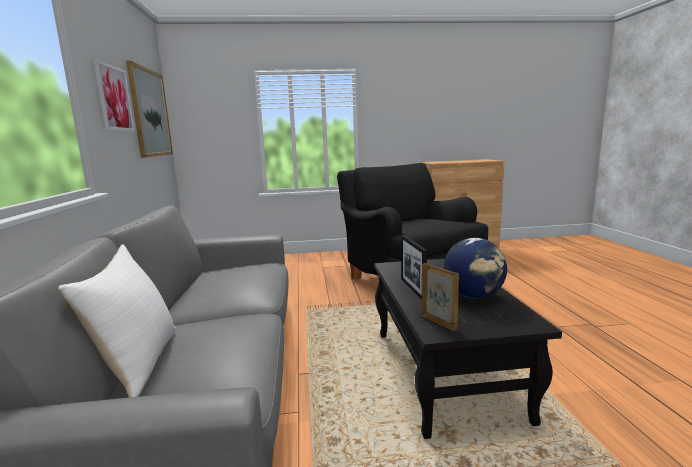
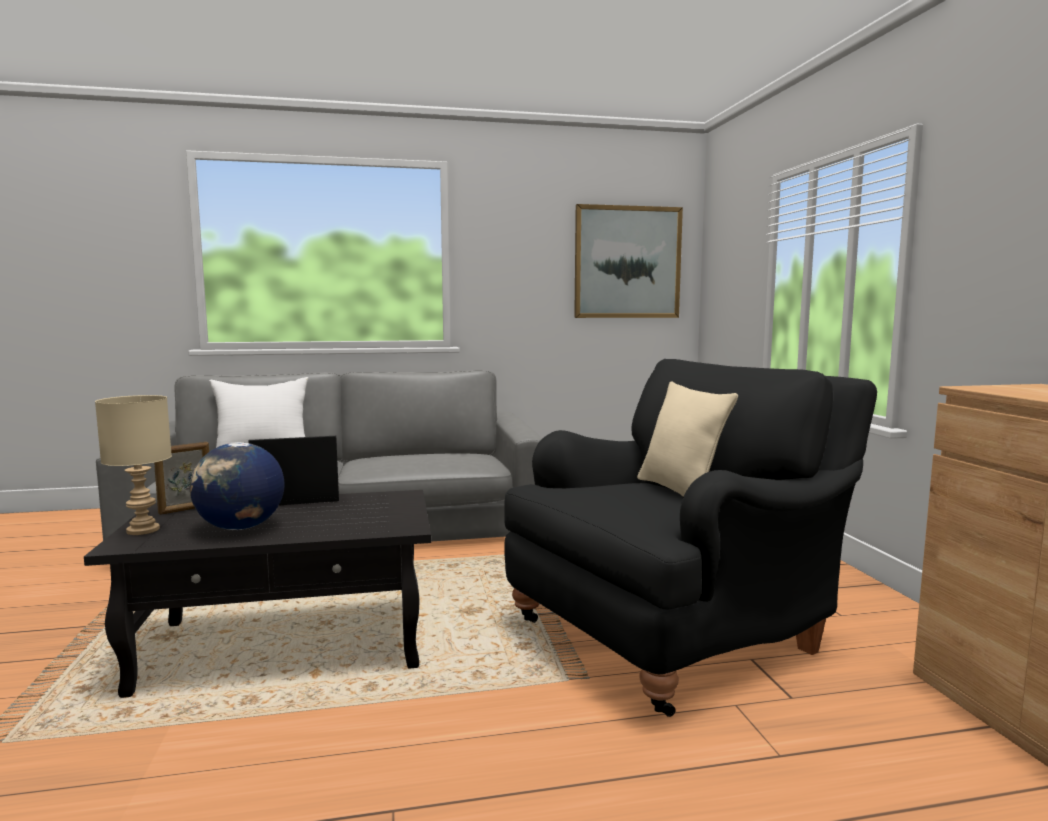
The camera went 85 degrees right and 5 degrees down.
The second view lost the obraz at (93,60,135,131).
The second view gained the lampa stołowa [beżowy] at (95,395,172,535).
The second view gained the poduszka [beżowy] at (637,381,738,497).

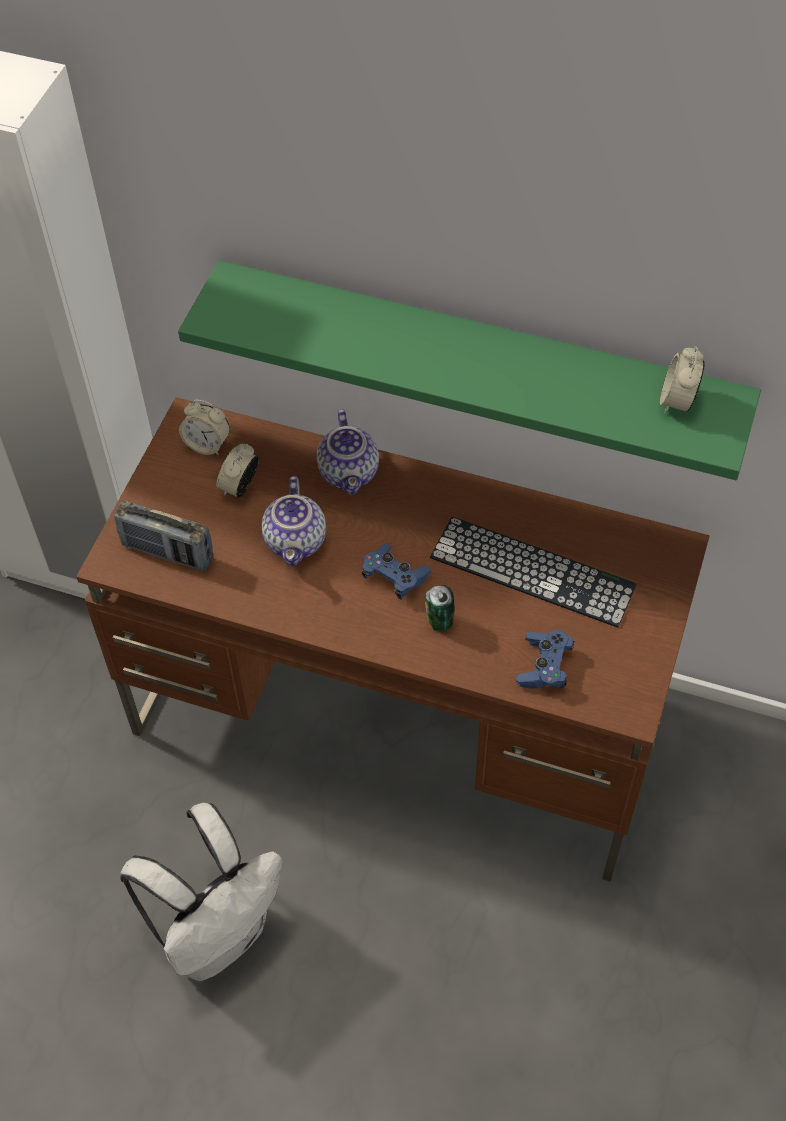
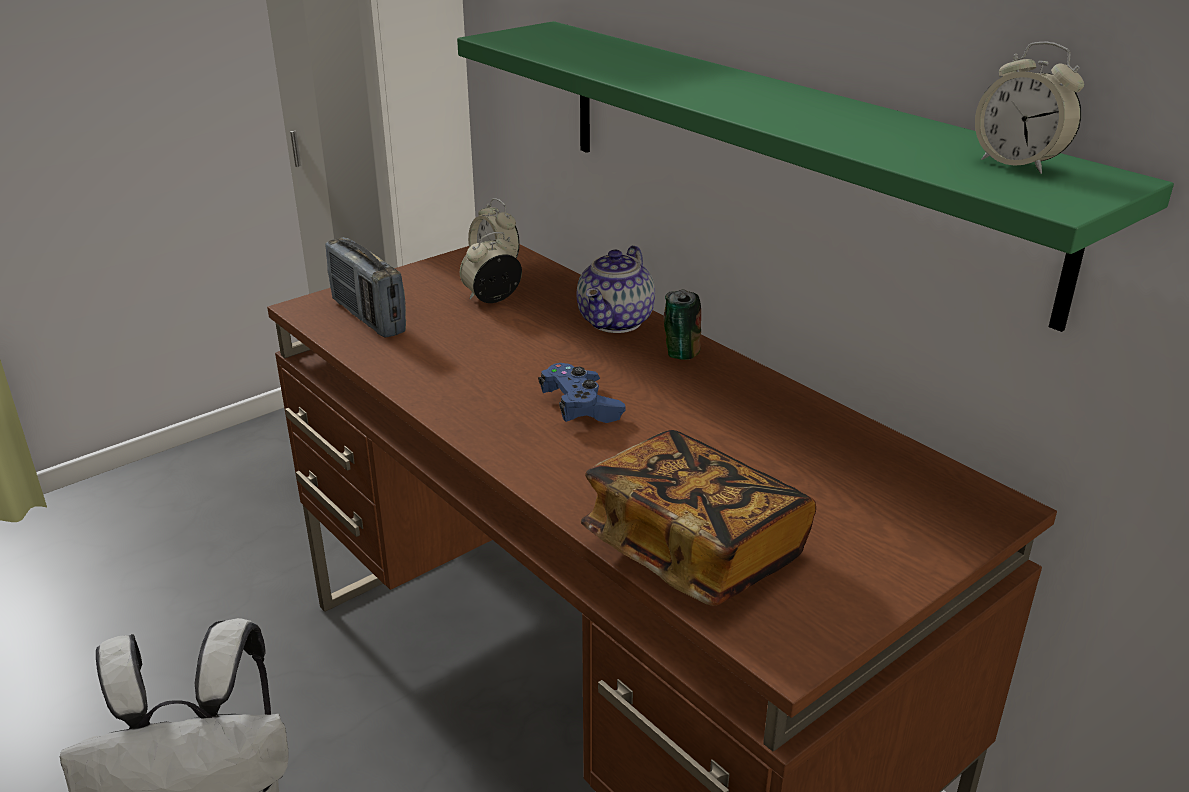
The camera went 30 degrees right and 25 degrees down.
The second view lost the imbryk at (262,476,326,566).
The second view lost the klawiatura at (430,517,637,627).
The puszka ended up elsewhere, having gone from (425,585,455,631) to (664,289,701,359).
Where the pad do gier [niebieski] stood at (516,630,575,689), the książka came to stand at (581,430,816,606).
The budzik at (660,346,705,413) ended up facing another way, 90 degrees counterclockwise from before.

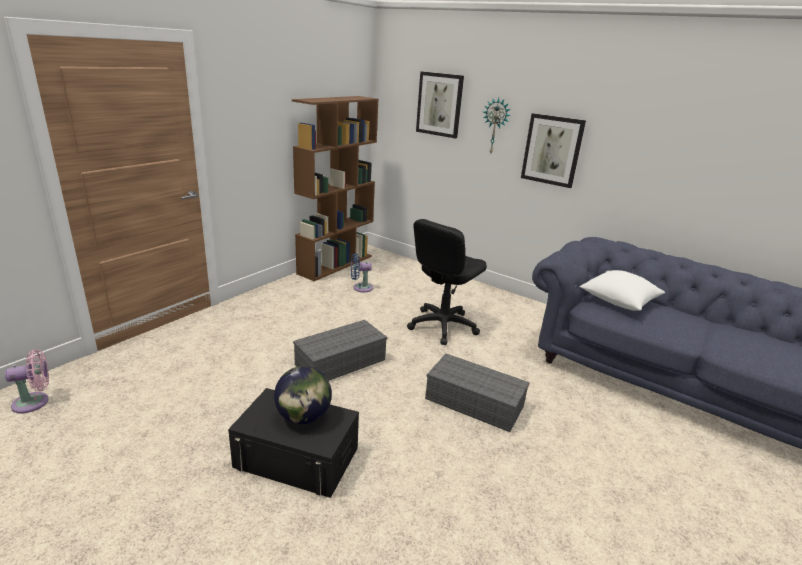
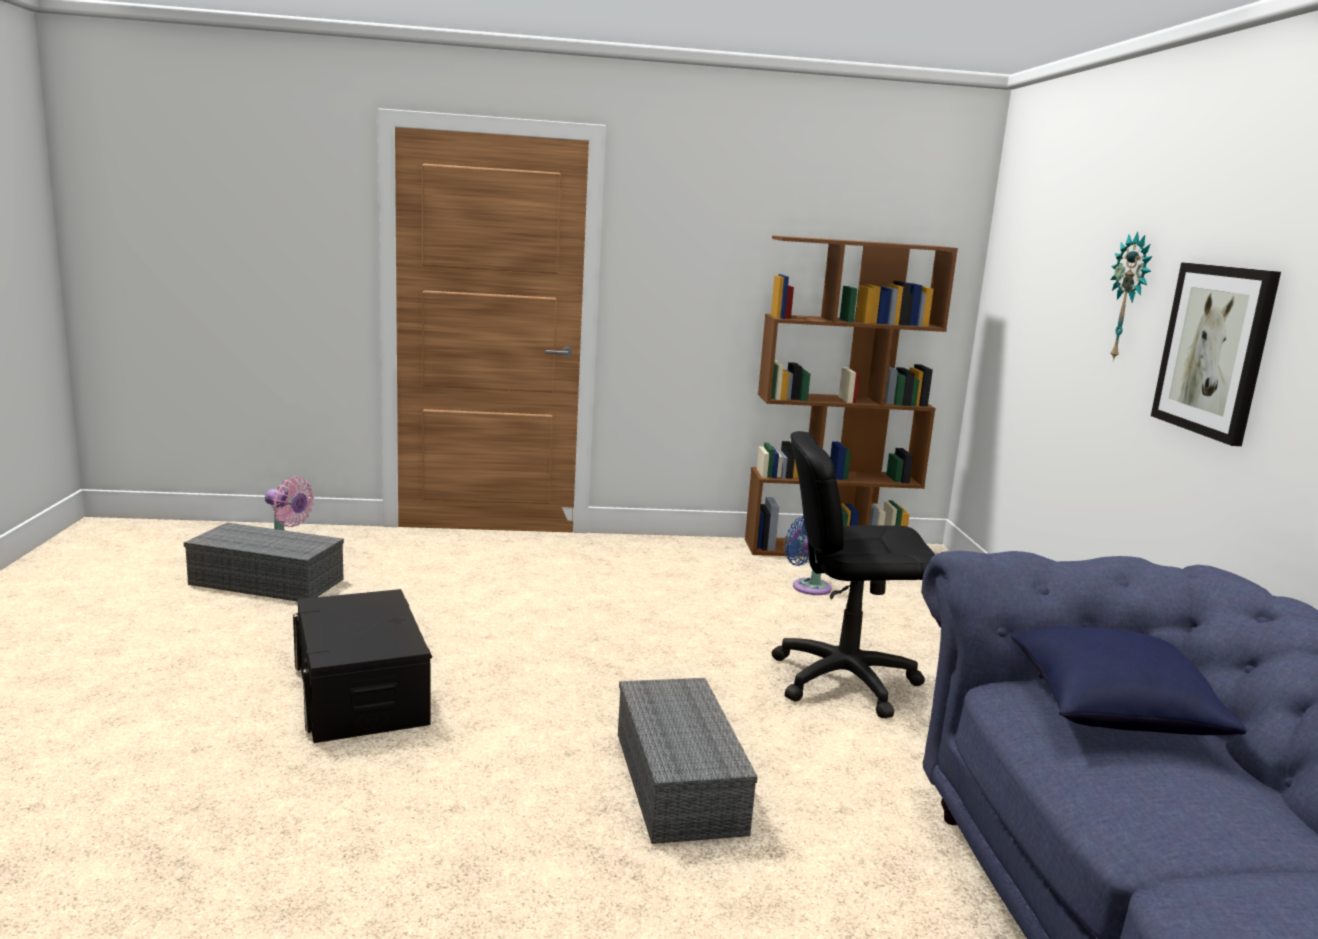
The camera went 50 degrees right and 10 degrees down.
The second view lost the globus at (274,366,332,424).
The second view lost the obraz at (416,71,464,139).
The pojemnik do przechowywania [szary] ended up elsewhere, having gone from (293,320,387,381) to (184,523,344,602).
What was the poduszka [biały] at (580,270,665,311) turned into the poduszka [niebieski] at (1011,626,1247,735).

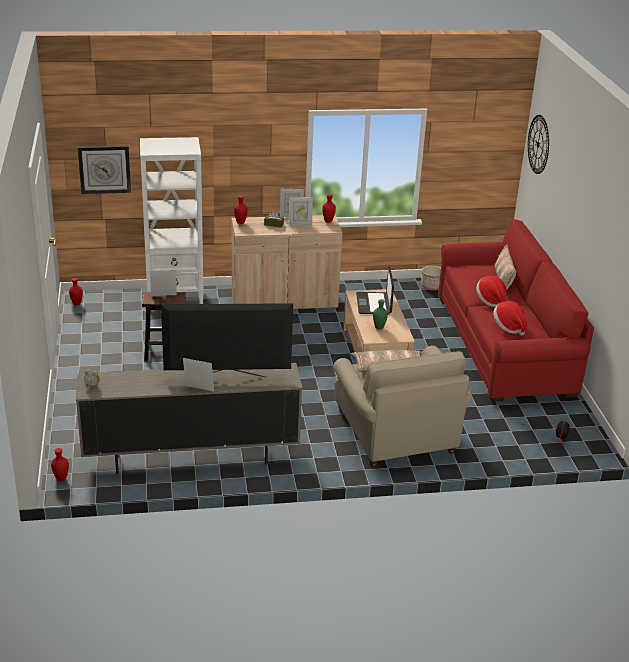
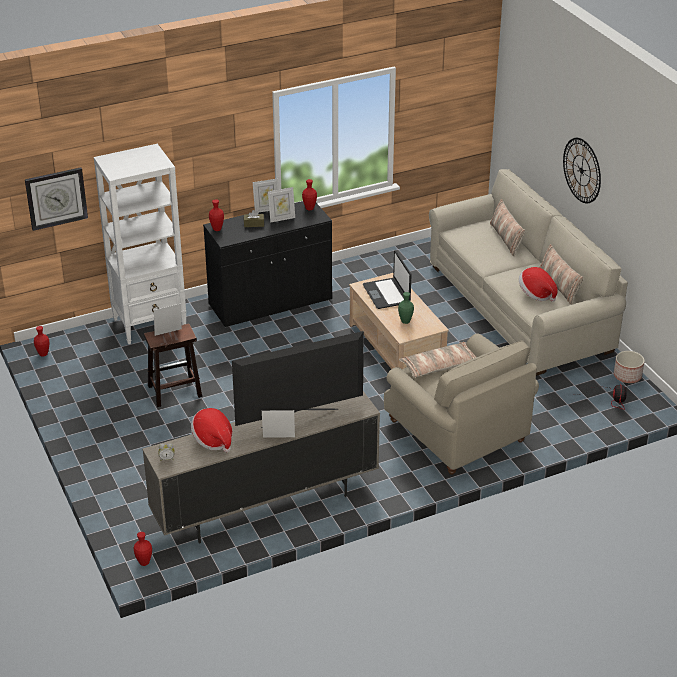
The camera went 15 degrees left and 5 degrees up.
The second view gained the poduszka at (539,244,584,305).
The donica ended up elsewhere, having gone from (421,266,441,290) to (614,351,645,383).
The kapelusz ended up elsewhere, having gone from (476,276,507,307) to (191,408,233,452).
The zegar ścienny ended up elsewhere, having gone from (528,115,549,174) to (563,138,601,203).
What was the szafka [beżowy] at (232,215,342,309) turned into the szafka [czarny] at (203,201,332,328).
What was the kanapa [czerwony] at (438,219,594,402) turned into the kanapa [beżowy] at (429,169,628,376).

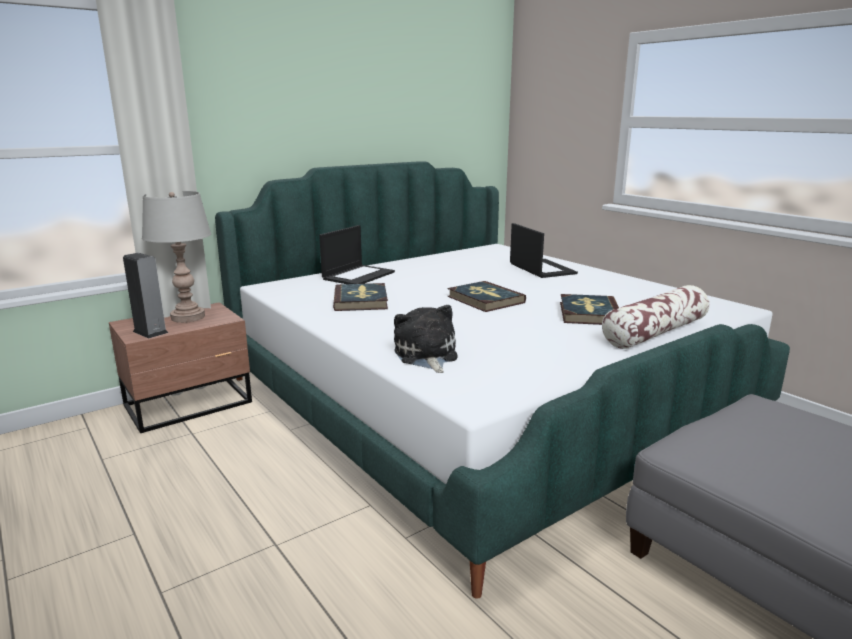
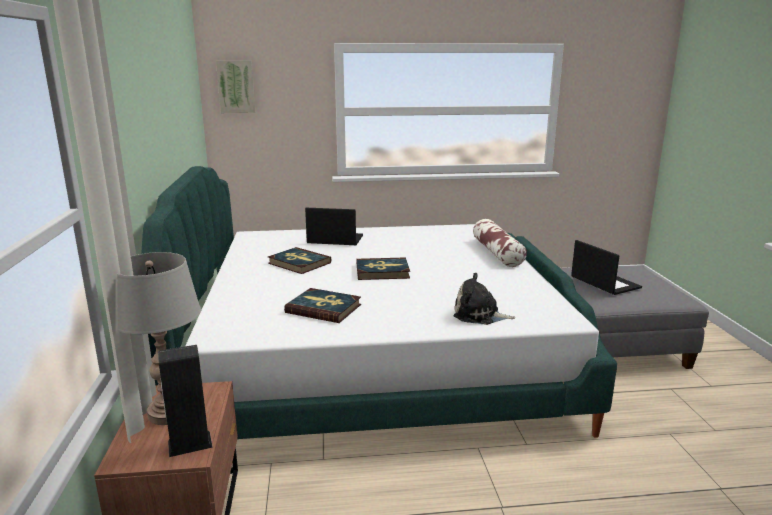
The camera went 60 degrees left and 0 degrees up.
The second view gained the obraz at (216,60,255,113).
The laptop ended up elsewhere, having gone from (319,225,395,284) to (571,240,642,295).
The książka ended up elsewhere, having gone from (560,294,619,325) to (268,247,332,274).

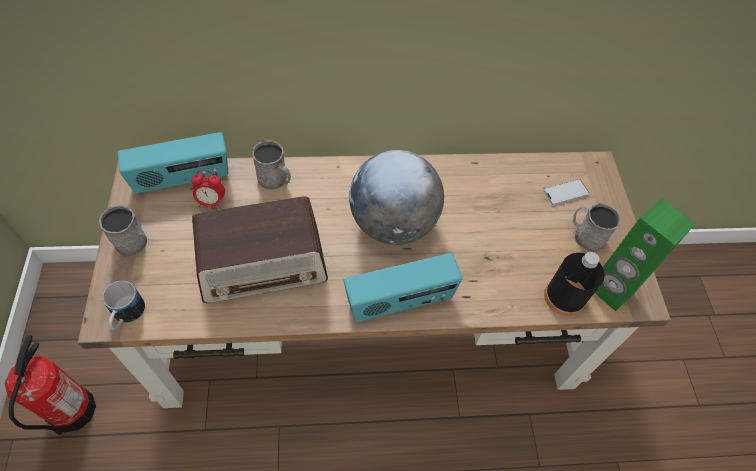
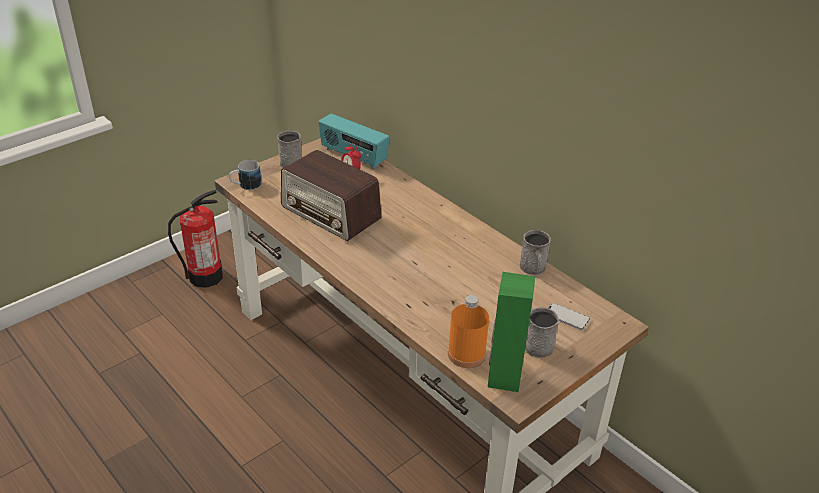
The camera went 55 degrees right and 20 degrees down.
The second view lost the radio at (343,253,463,322).
The second view lost the globus at (349,150,444,245).
The kubek [szary] ended up elsewhere, having gone from (253,140,291,190) to (520,230,551,275).
What was the butelka [czarny] at (544,252,605,316) turned into the butelka [pomarańczowy] at (448,295,489,368).

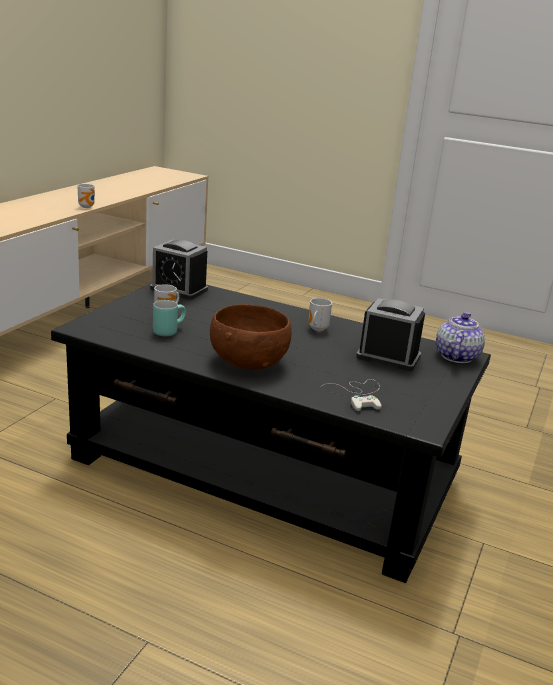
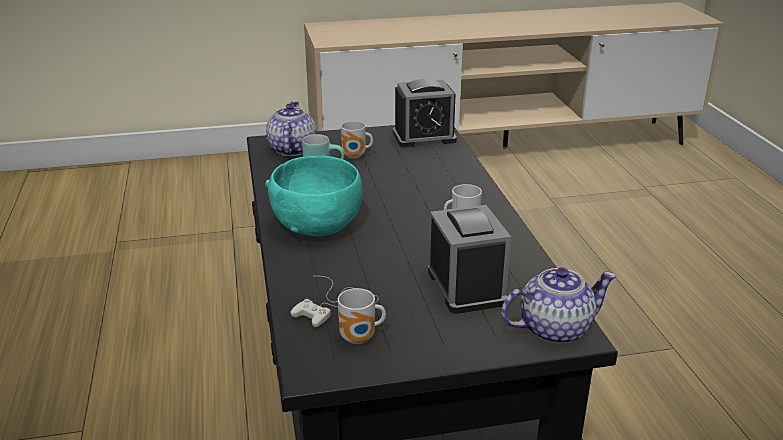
The camera went 55 degrees right and 5 degrees up.
The second view gained the imbryk at (266,101,316,156).
The kubek ended up elsewhere, having gone from (77,184,95,208) to (338,288,386,344).
What was the miska [brązowy] at (210,304,292,370) turned into the miska [turkusowy] at (265,156,363,236).
The budzik at (150,240,208,300) ended up facing another way, 90 degrees counterclockwise from before.

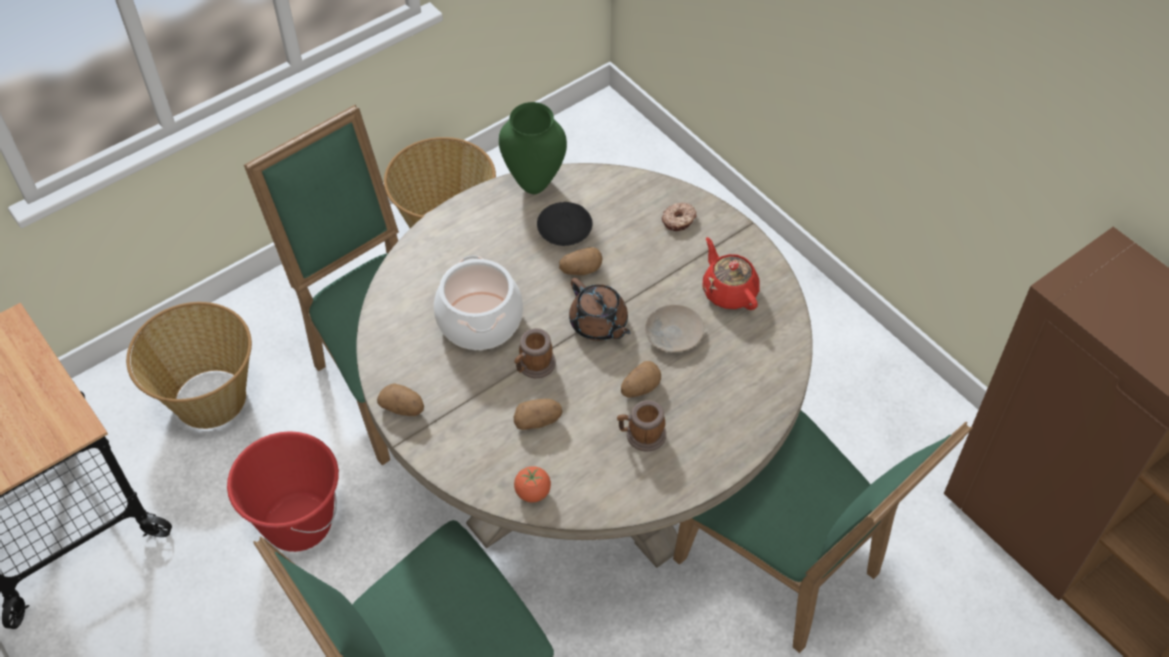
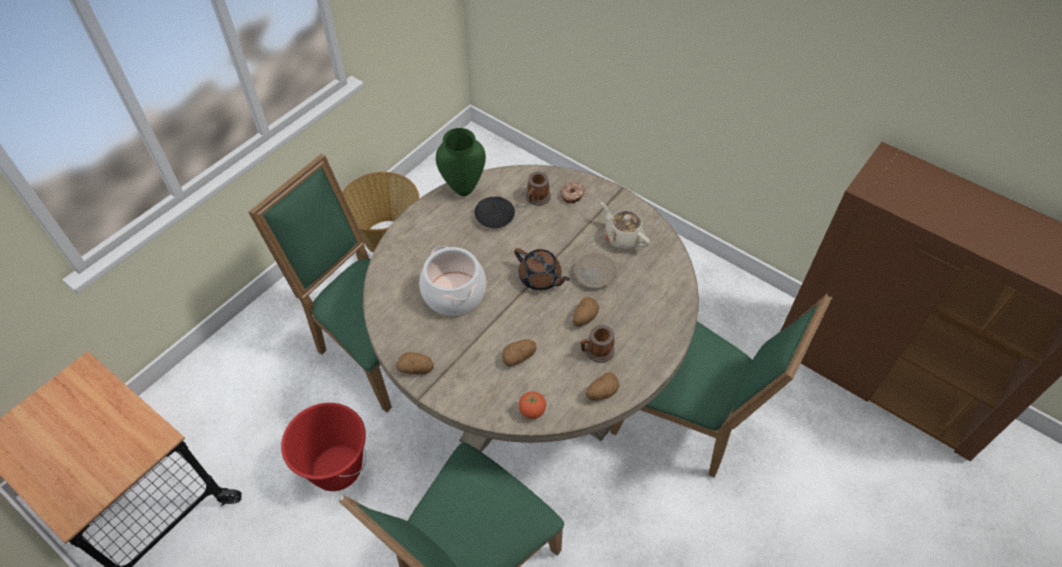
The camera went 15 degrees left and 0 degrees up.
The second view lost the koszyk at (126,302,252,429).
The kubek ended up elsewhere, having gone from (514,328,556,378) to (526,172,551,206).
The ziemniak ended up elsewhere, having gone from (559,247,603,275) to (586,372,619,400).
What was the imbryk [czerwony] at (702,237,760,310) turned into the imbryk [beżowy] at (601,202,650,250).

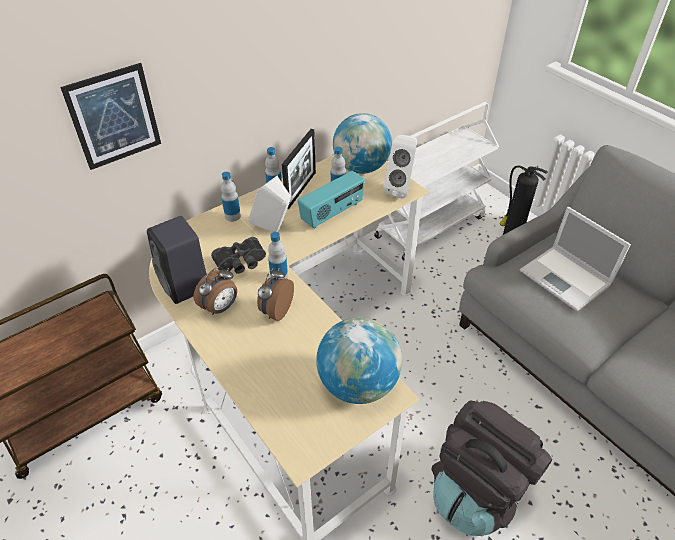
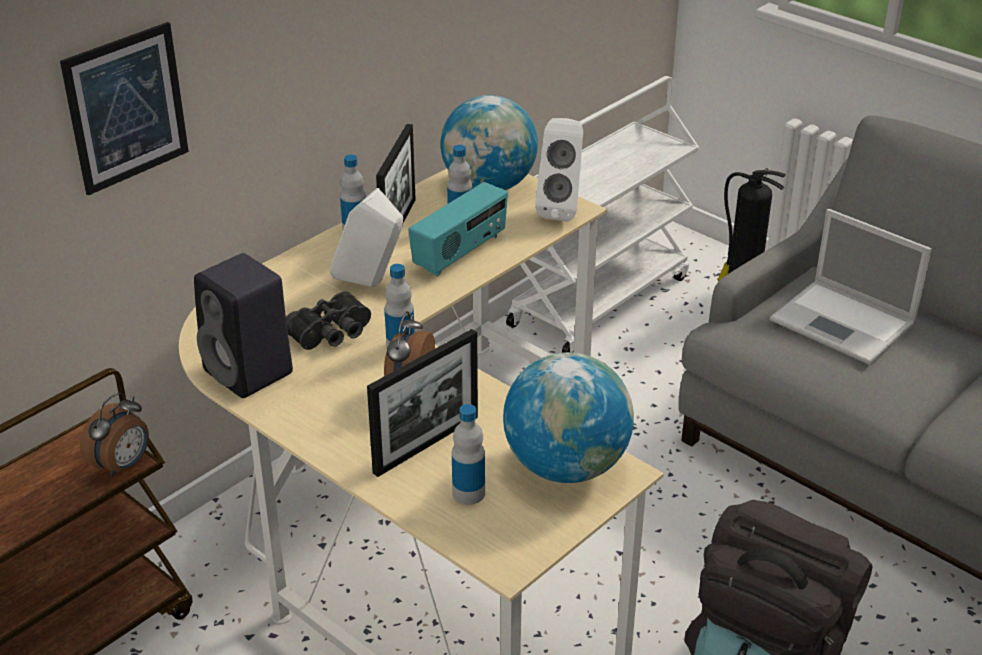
The camera went 10 degrees left and 10 degrees down.
The second view gained the ramka na zdjęcie at (367,329,478,477).
The budzik ended up elsewhere, having gone from (193,266,237,315) to (80,393,149,477).
The butelka ended up elsewhere, having gone from (221,172,241,222) to (452,404,485,505).

